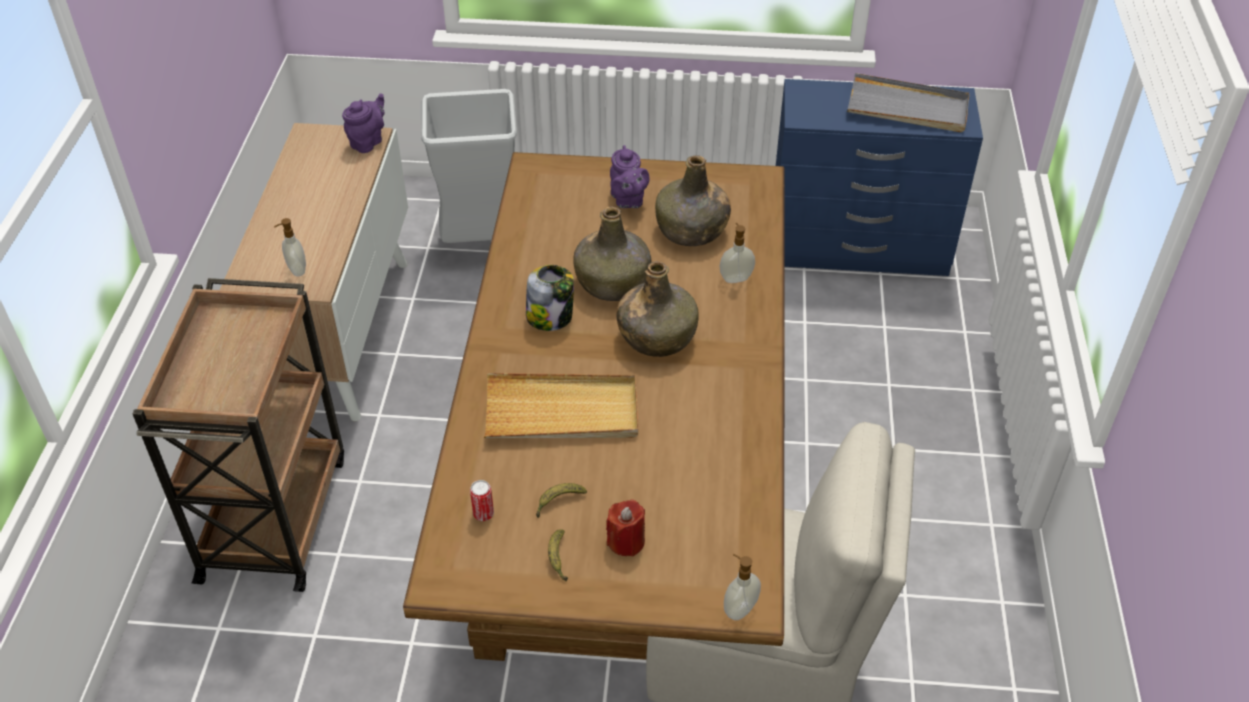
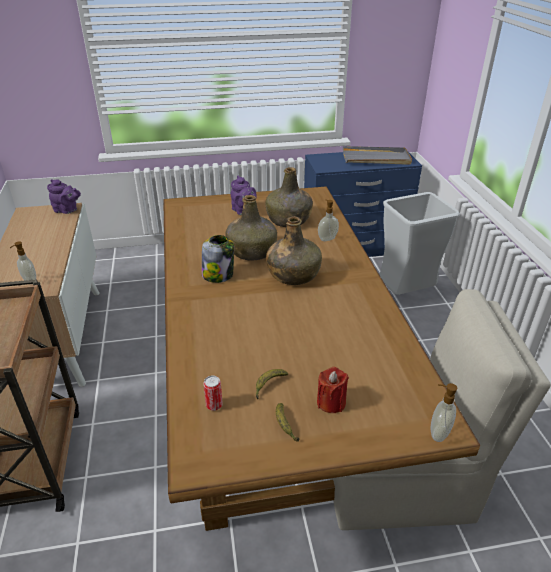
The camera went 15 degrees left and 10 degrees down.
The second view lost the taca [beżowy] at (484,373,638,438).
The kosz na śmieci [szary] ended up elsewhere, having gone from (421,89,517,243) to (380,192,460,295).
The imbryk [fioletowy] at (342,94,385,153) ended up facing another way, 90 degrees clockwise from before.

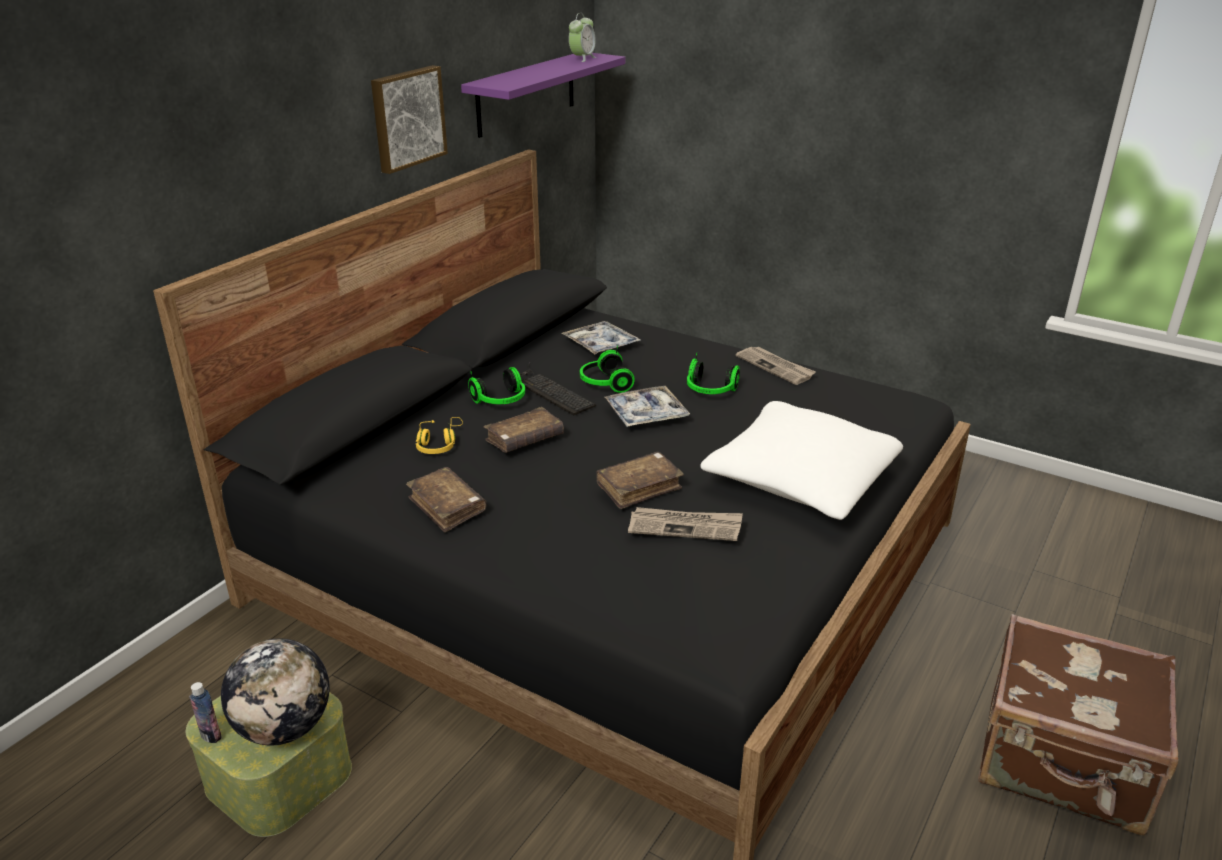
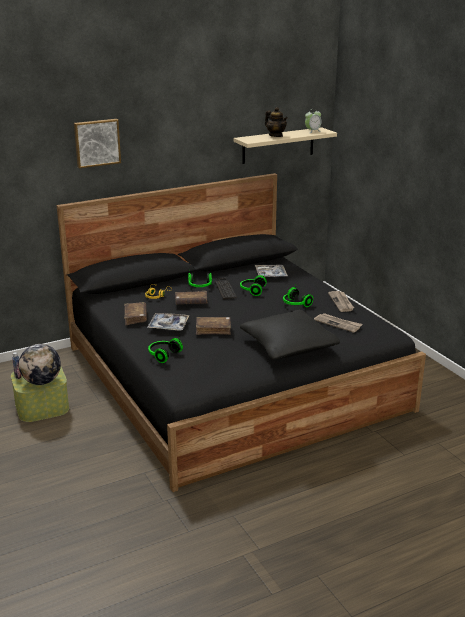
The camera went 30 degrees right and 5 degrees down.
The second view lost the walizka [brązowy] at (978,614,1179,835).
The second view gained the słuchawki at (148,337,183,363).
The second view gained the imbryk at (265,107,288,137).
The obraz ended up elsewhere, having gone from (371,65,448,174) to (74,119,121,168).
The taca ended up elsewhere, having gone from (604,386,690,427) to (147,313,189,331).
The gazeta ended up elsewhere, having gone from (628,507,743,541) to (314,313,363,333).
What was the półka [fioletowy] at (461,53,625,138) turned into the półka [beżowy] at (234,127,337,164).
What was the poduszka [biały] at (701,401,903,520) turned into the poduszka [czarny] at (240,310,340,360).

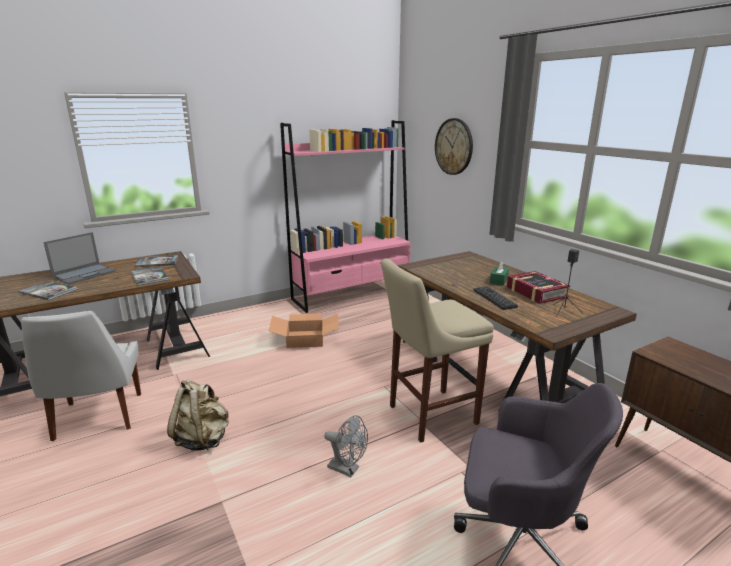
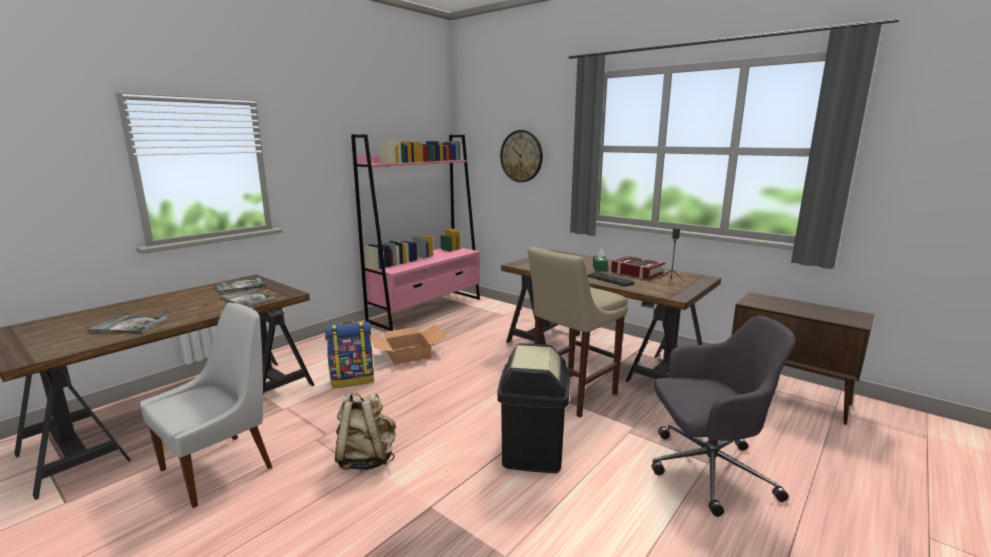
The camera went 20 degrees left and 5 degrees down.
The second view lost the laptop at (43,232,116,284).
The second view gained the plecak at (325,321,374,388).
Where the wentylator [szary] stood at (324,415,368,477), the kosz na śmieci [czarny] came to stand at (497,343,570,473).
The krzesło [biały] at (21,311,141,441) ended up facing another way, 105 degrees counterclockwise from before.

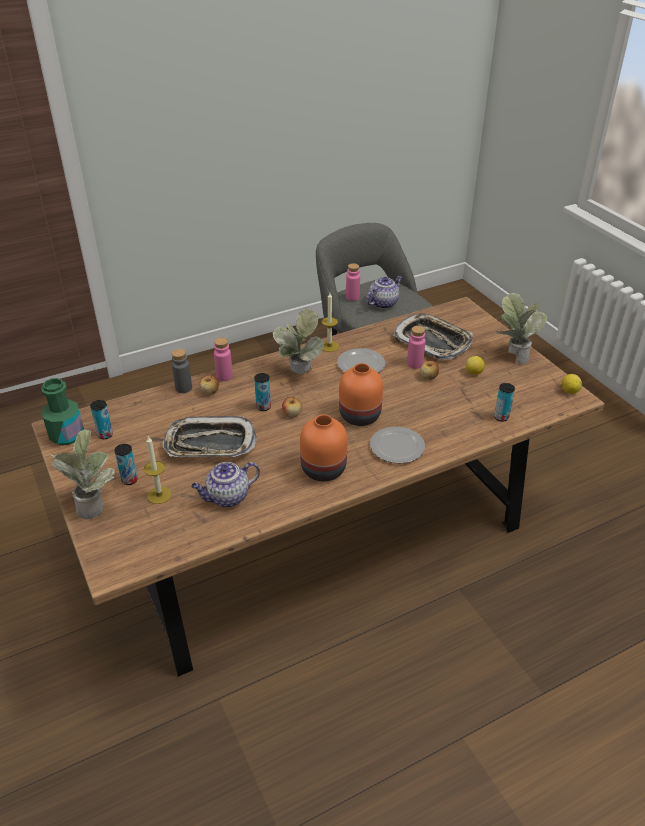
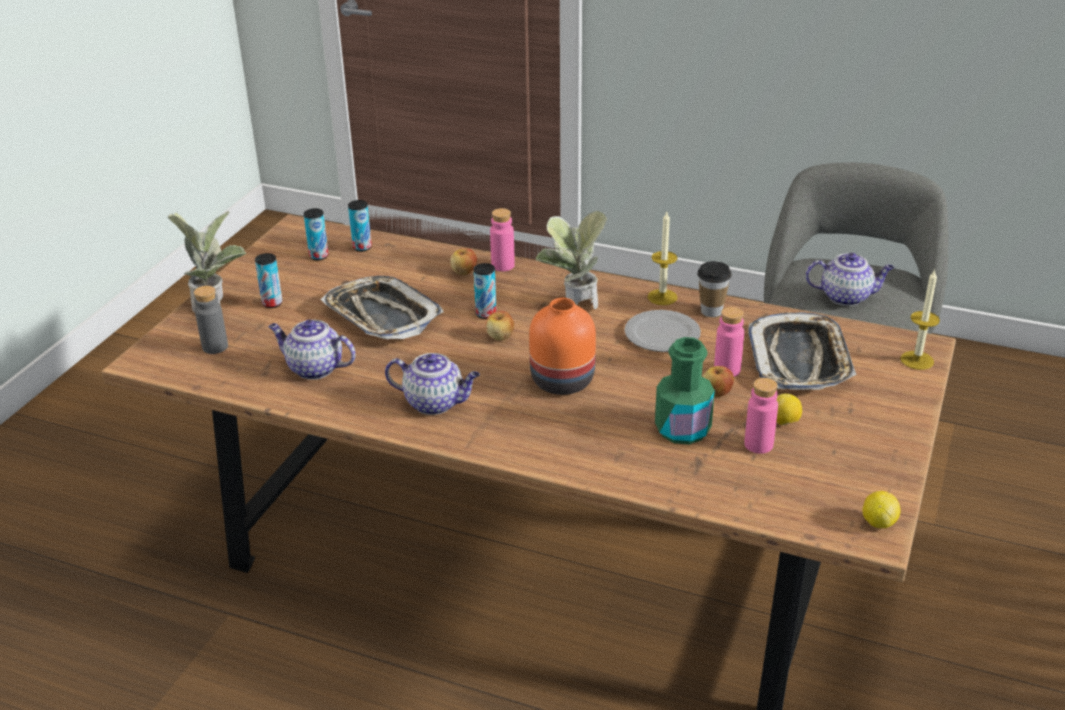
The camera went 50 degrees right and 5 degrees down.
The second view lost the talerz at (370,427,425,463).
The second view lost the roślina doniczkowa at (496,293,547,364).
The second view gained the filiżanka at (697,261,731,317).
The butelka [zielony] ended up elsewhere, having gone from (41,378,84,445) to (655,337,715,445).
The świeca ended up elsewhere, having gone from (144,436,172,504) to (900,269,940,370).
The butelka [szary] ended up elsewhere, having gone from (172,349,192,393) to (194,286,228,354).
The butelka [różowy] ended up elsewhere, having gone from (346,263,360,301) to (744,378,778,454).
The puszka ended up elsewhere, having gone from (494,383,515,422) to (348,200,372,252).
Where the wazon [pomarańczowy] stood at (300,414,347,481), the imbryk came to stand at (385,353,480,415).

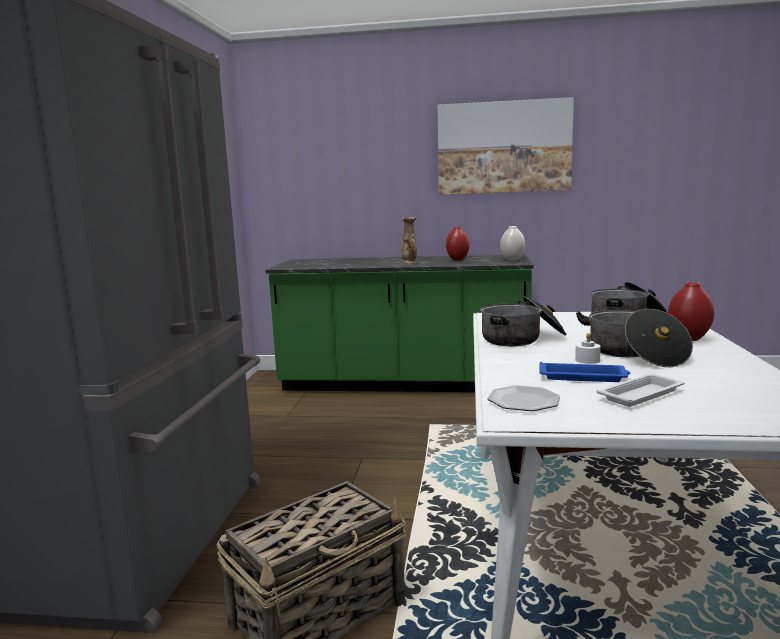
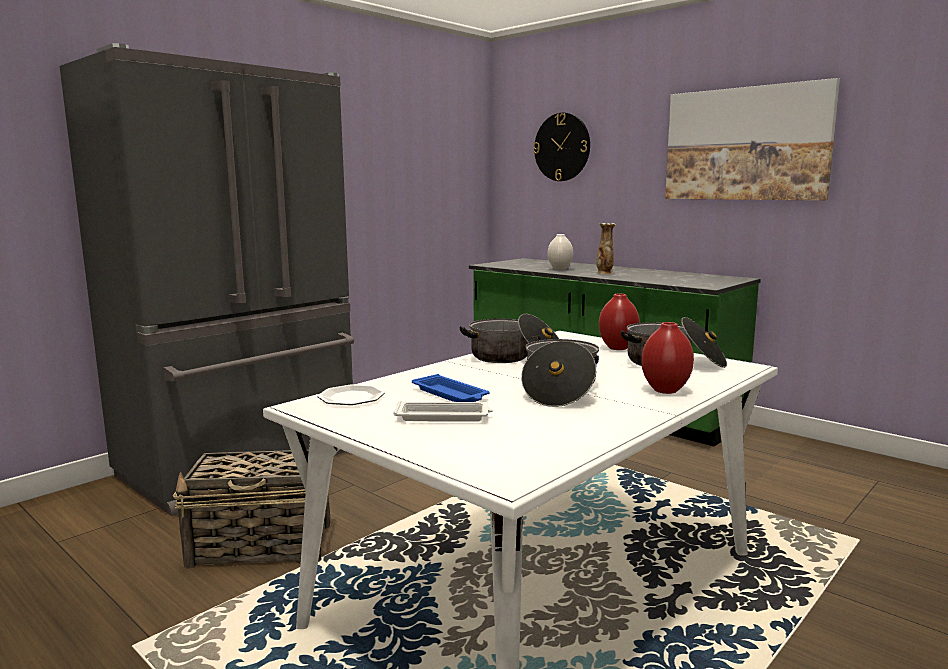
The camera went 35 degrees right and 0 degrees up.
The second view lost the świeca [biały] at (575,333,601,364).
The second view gained the zegar ścienny at (533,113,590,181).
The wazon [czerwony] ended up elsewhere, having gone from (446,227,470,260) to (599,294,640,350).
The wazon [biały] ended up elsewhere, having gone from (500,226,525,261) to (547,234,573,270).

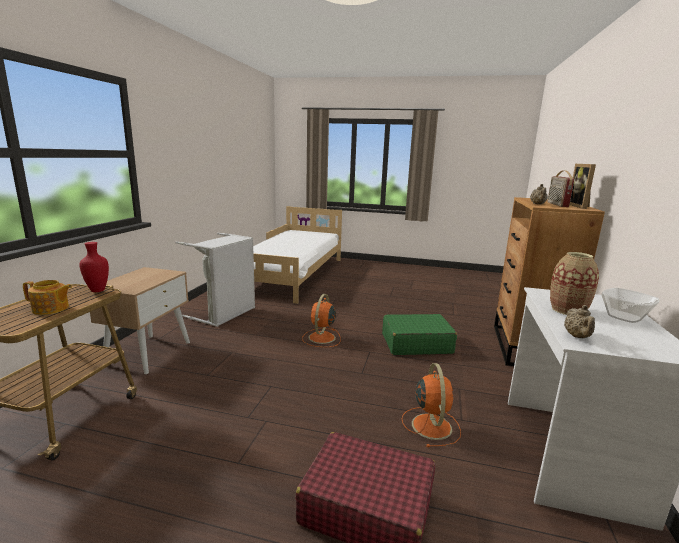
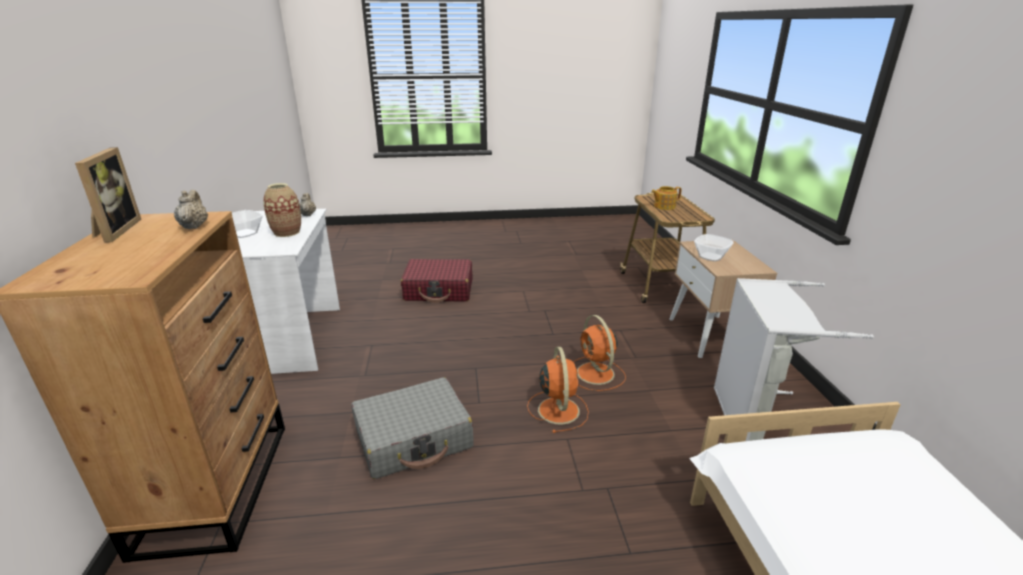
The camera went 160 degrees right and 10 degrees up.
The second view lost the wazon [czerwony] at (79,242,109,292).
The second view lost the radio at (547,170,574,207).
The second view gained the miska at (694,234,733,262).
The wentylator [pomarańczowy] ended up elsewhere, having gone from (402,363,461,447) to (573,315,626,391).
What was the walizka [zielony] at (382,314,457,355) turned into the walizka [szary] at (351,377,474,479).

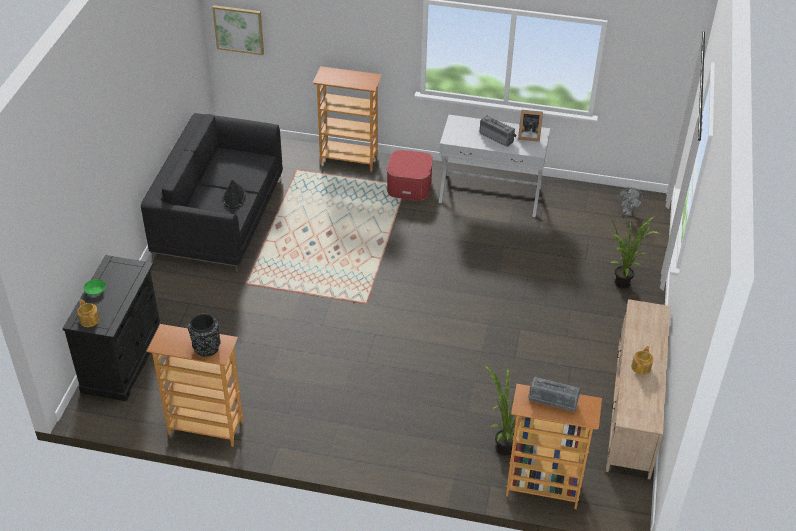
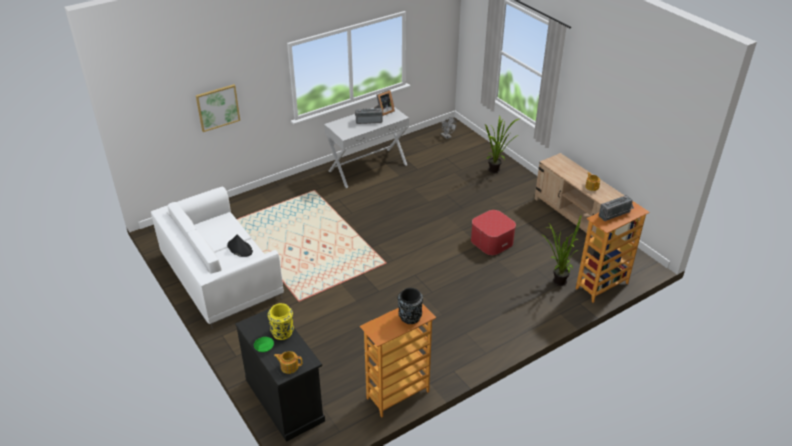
The camera went 45 degrees left and 5 degrees down.
The second view lost the regał at (313,66,382,172).
The second view gained the wazon [żółty] at (268,303,294,340).
The obraz ended up elsewhere, having gone from (212,5,264,55) to (196,84,240,132).
The pufa ended up elsewhere, having gone from (387,150,433,201) to (471,210,516,255).
What was the kanapa [czarny] at (141,113,283,272) turned into the kanapa [biały] at (151,186,284,329).

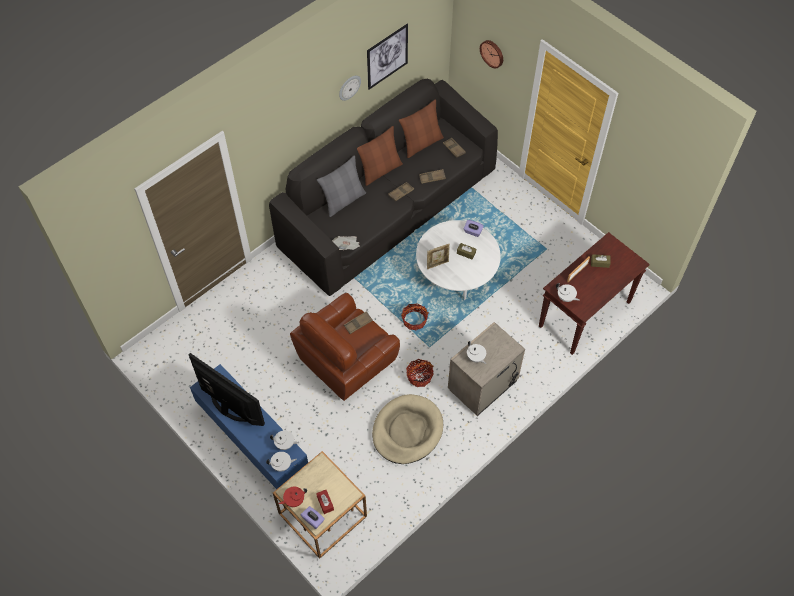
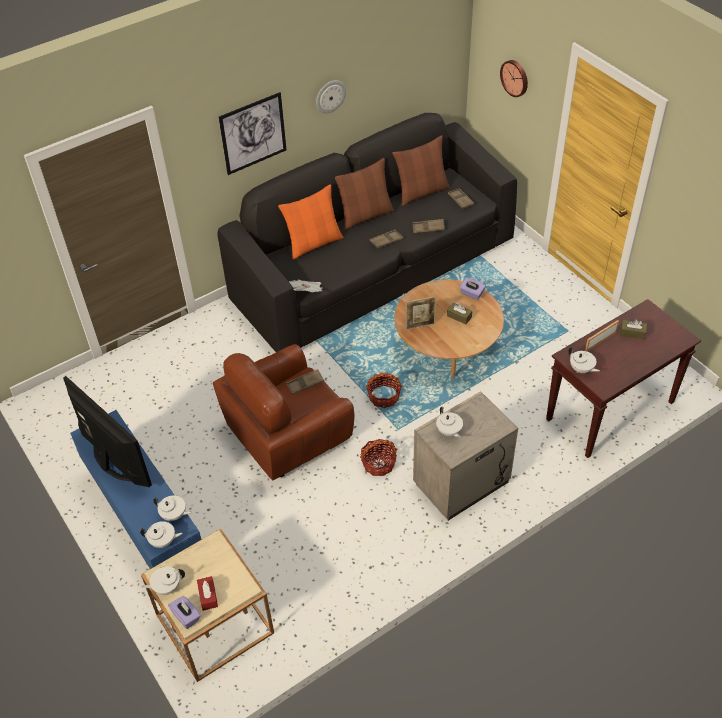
The camera went 10 degrees right and 10 degrees down.
The second view lost the legowisko [beżowy] at (372,394,443,464).
The obraz ended up elsewhere, having gone from (367,24,408,89) to (218,92,286,175).
What was the imbryk [czerwony] at (278,486,307,507) turned into the imbryk [biały] at (142,567,185,595).
What was the poduszka [szary] at (317,155,366,217) turned into the poduszka [pomarańczowy] at (278,184,343,260).
What was the ława [biały] at (416,220,501,300) turned into the ława [brązowy] at (394,280,504,379).

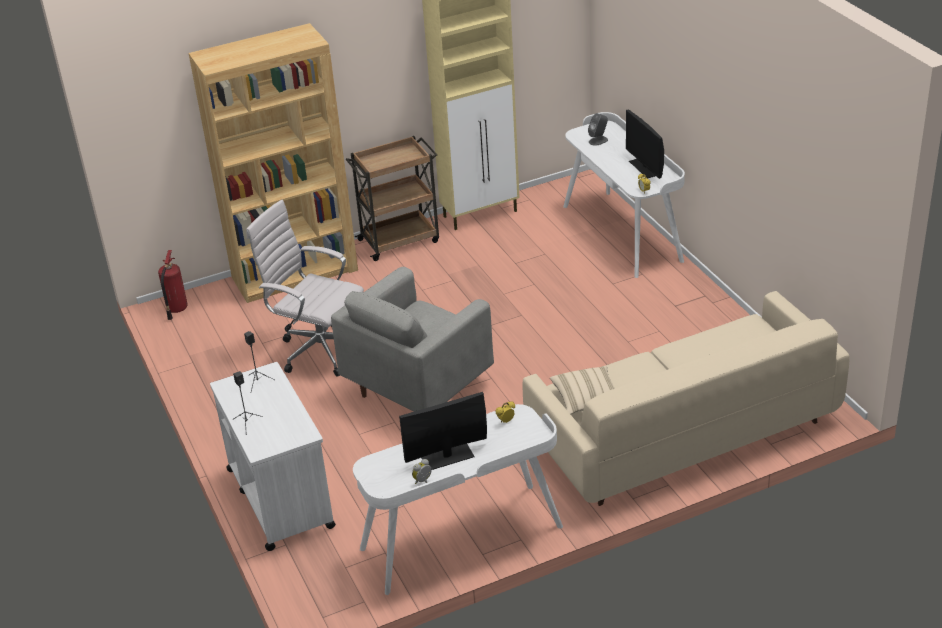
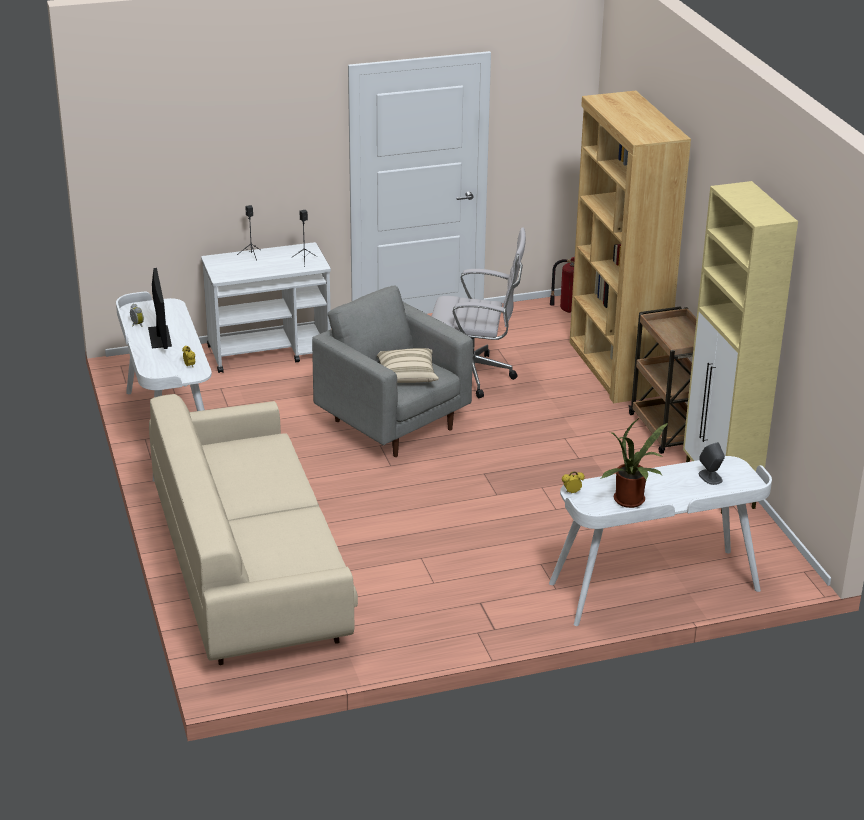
The camera went 95 degrees right and 5 degrees down.
The poduszka [beżowy] ended up elsewhere, having gone from (550,366,615,414) to (377,348,439,383).
Where the monitor stood at (626,109,664,179), the roślina doniczkowa came to stand at (601,416,668,508).
The krzesło biurowe [biały] at (246,200,364,377) ended up facing another way, 60 degrees clockwise from before.

